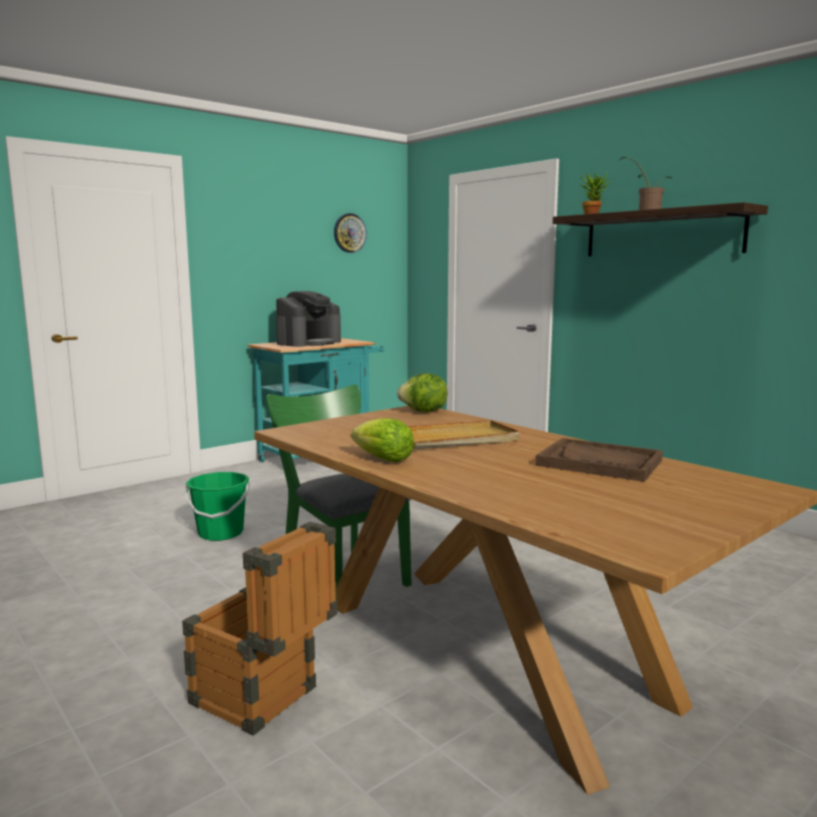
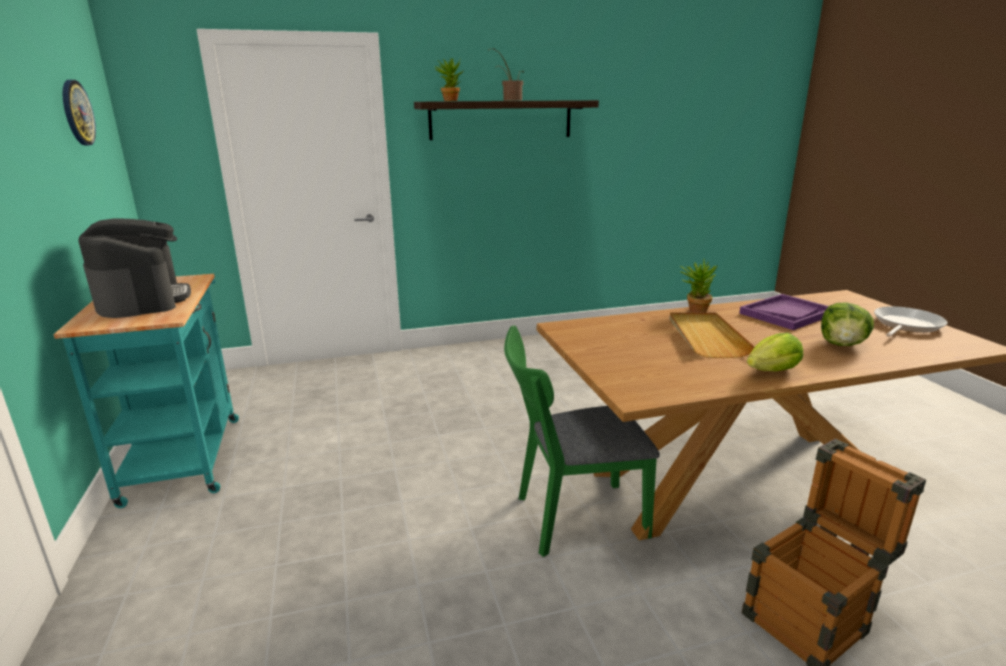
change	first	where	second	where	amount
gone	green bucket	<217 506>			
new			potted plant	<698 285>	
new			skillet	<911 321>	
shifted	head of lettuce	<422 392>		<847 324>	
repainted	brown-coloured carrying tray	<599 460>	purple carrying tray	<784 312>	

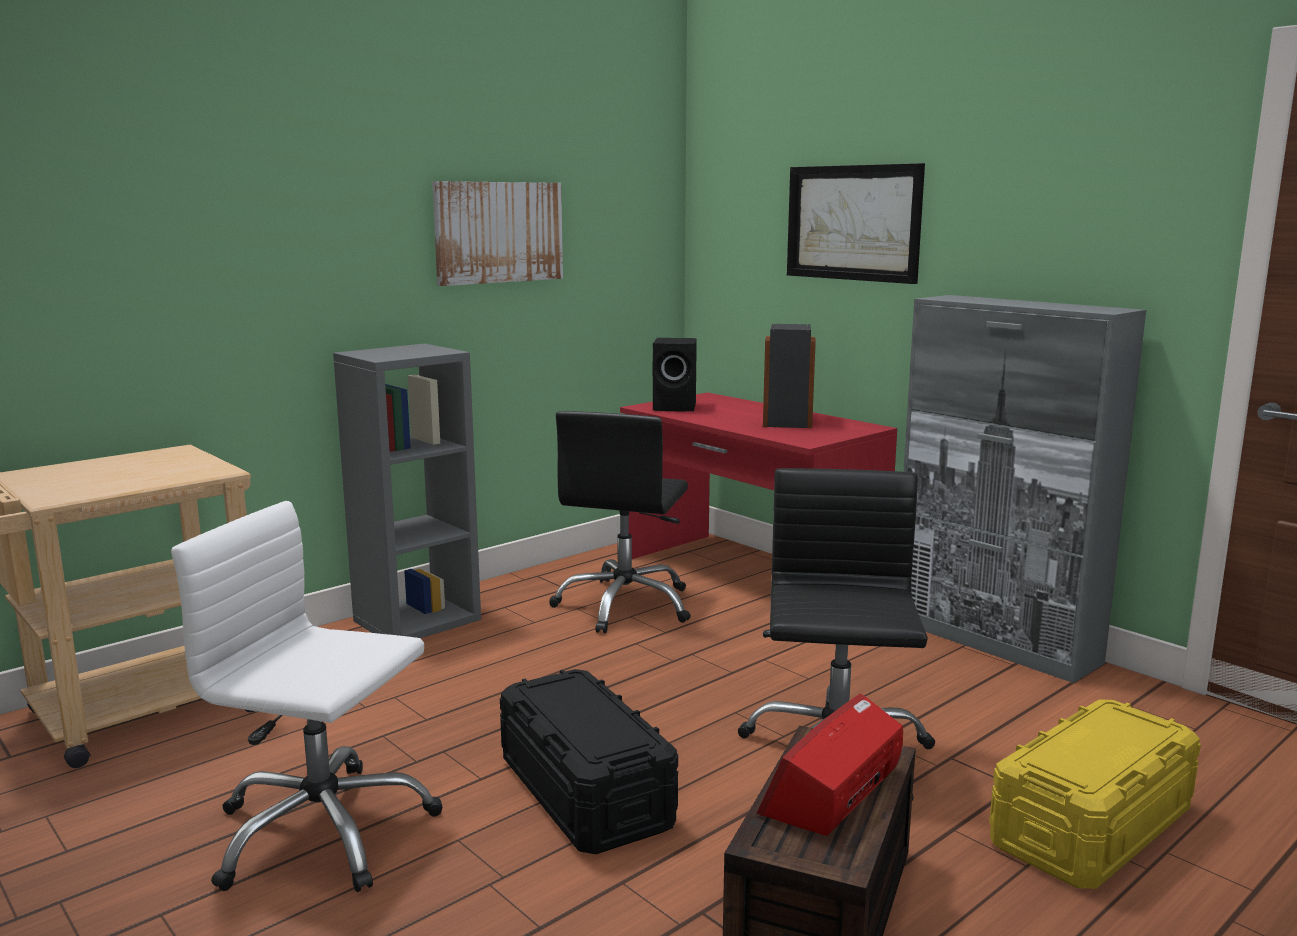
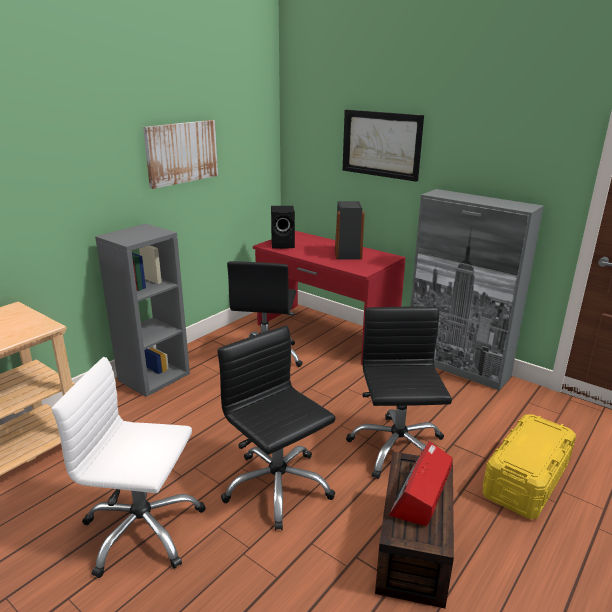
change	first	where	second	where	amount
swapped	black storage box	<589 761>	black desk chair	<276 427>	

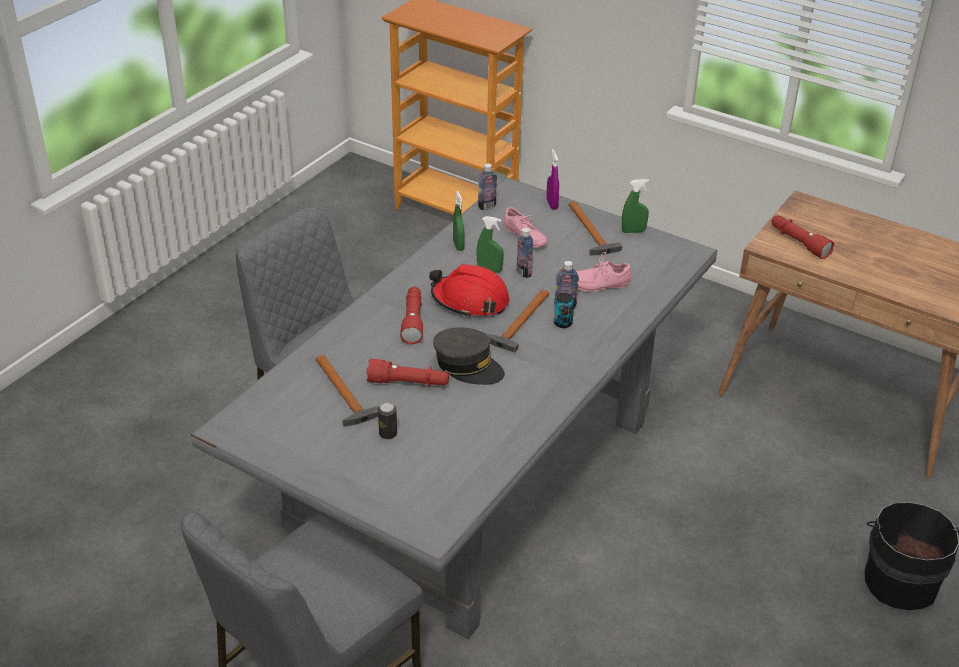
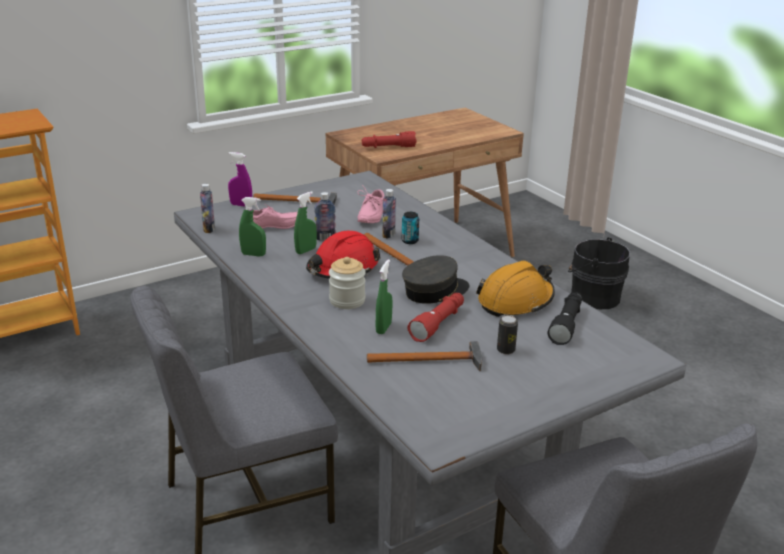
change	first	where	second	where	amount
new			orangey work helmet	<515 289>	
new			black hand torch	<565 318>	
shifted	green spray bottle	<635 206>		<384 296>	
swapped	red hand torch	<411 316>	jar	<347 283>	

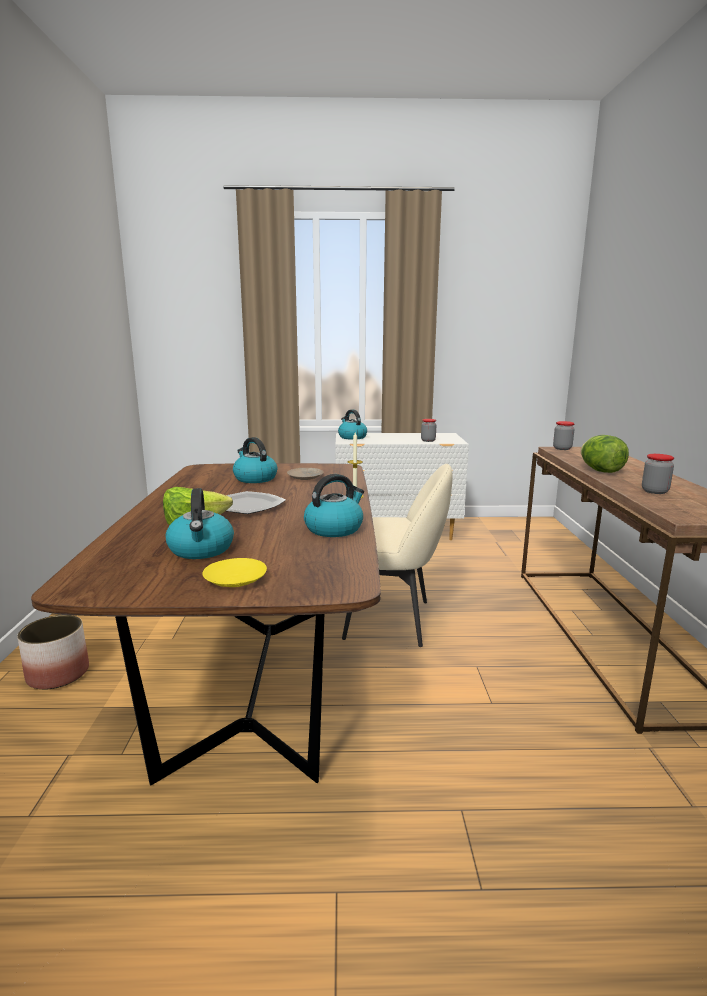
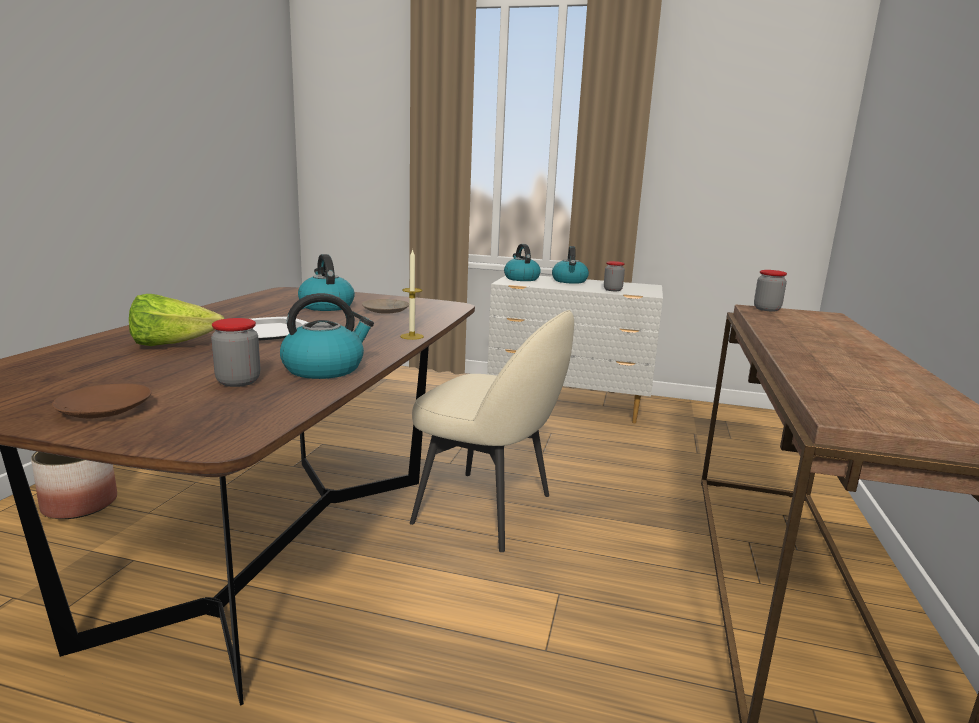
change	first	where	second	where	amount
gone	head of lettuce	<605 454>			
shifted	tea kettle	<200 523>		<570 265>	
shifted	jar	<658 474>		<235 352>	
repainted	yellowish dinner plate	<234 572>	brown-coloured dinner plate	<101 401>	

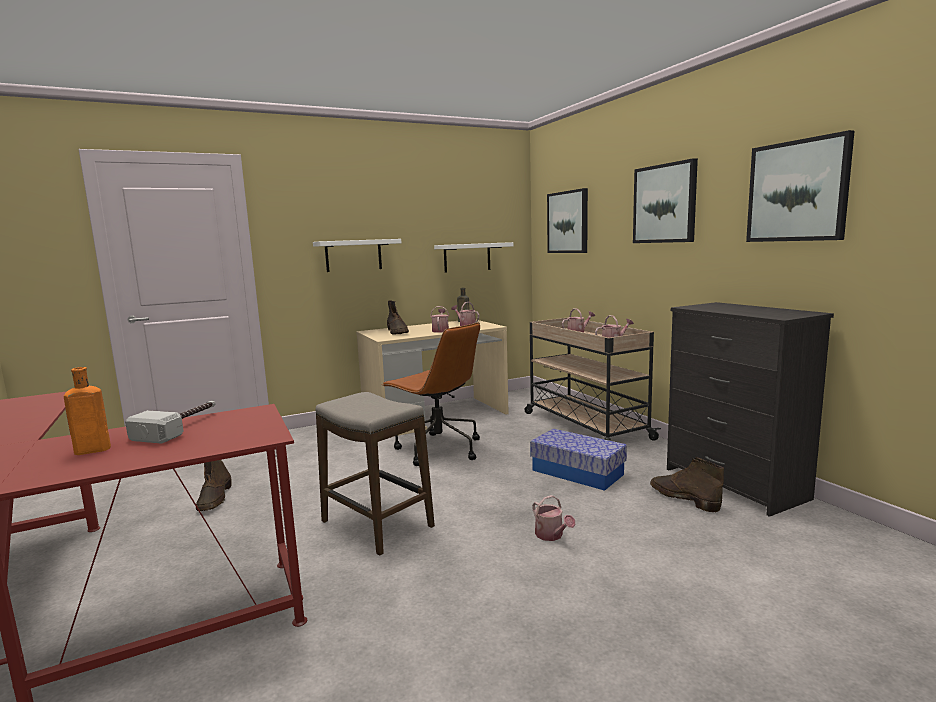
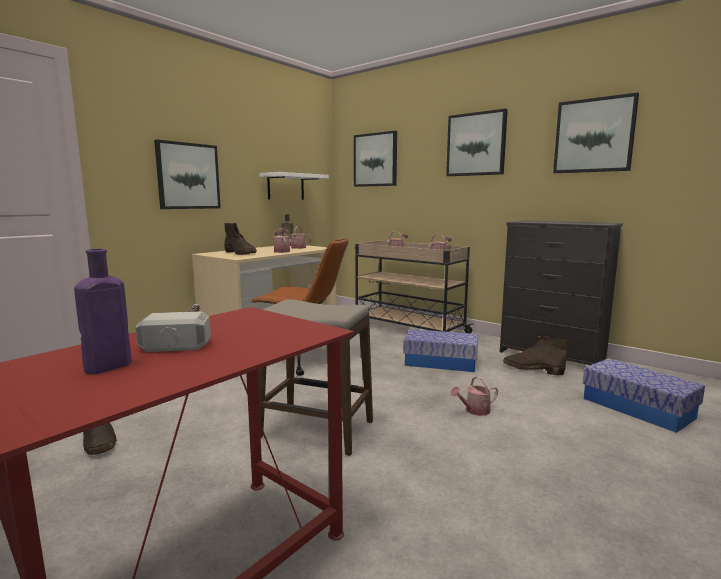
change	first	where	second	where	amount
new			storage box	<644 395>	
swapped	whitish wall shelf	<357 255>	wall picture	<187 174>	
repainted	orangey bottle	<87 411>	purple bottle	<102 311>	
rotated	sprinkling can	<553 518>		<474 396>	120 degrees clockwise

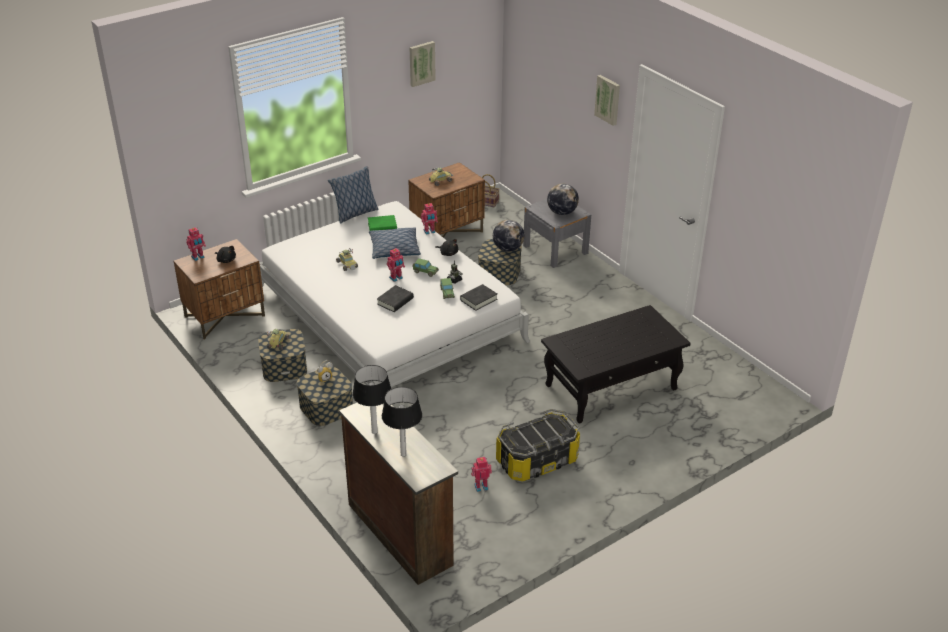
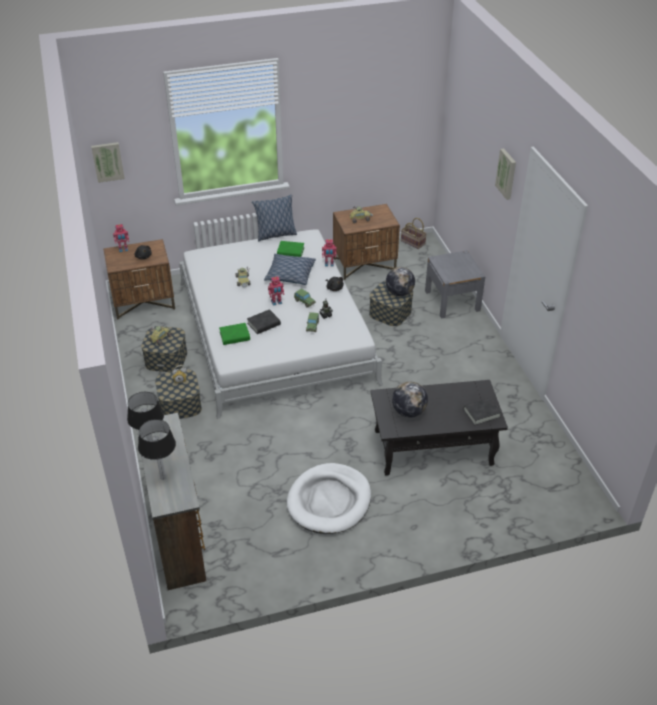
change	first	where	second	where	amount
gone	robot figure	<481 474>			
new			green book	<234 334>	
shifted	wall picture	<422 64>		<108 162>	
shifted	black book	<478 297>		<482 411>	
shifted	globe	<563 199>		<410 399>	
swapped	storage box	<538 445>	whitish dog cushion	<329 498>	

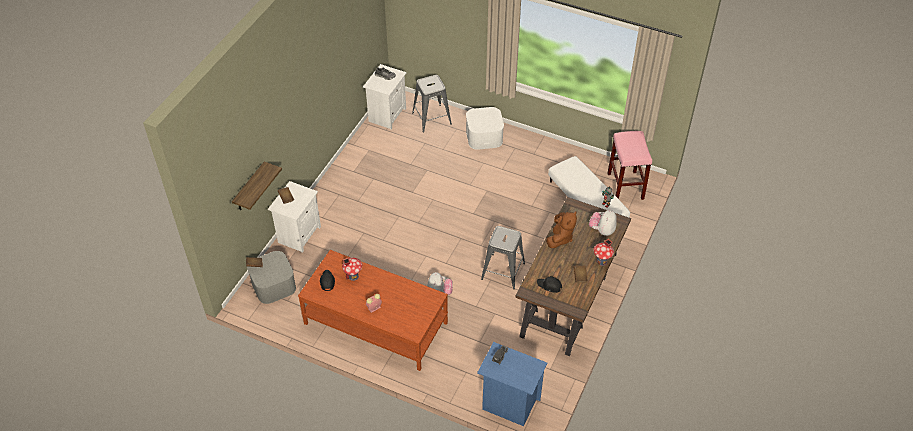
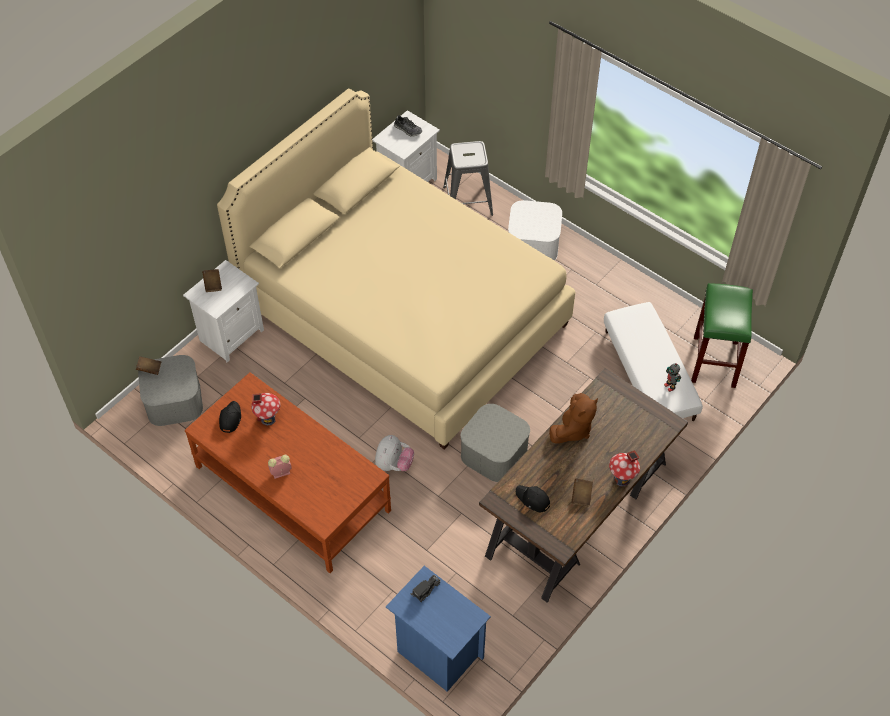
change	first	where	second	where	amount
gone	wall shelf	<257 185>			
gone	cuddly toy	<603 223>			
new			beige-coloured bedroom bed	<396 269>	
swapped	greyish stool seat	<503 257>	greyish storage box	<495 443>	
repainted	pinkish stool seat	<629 165>	green stool seat	<722 335>	

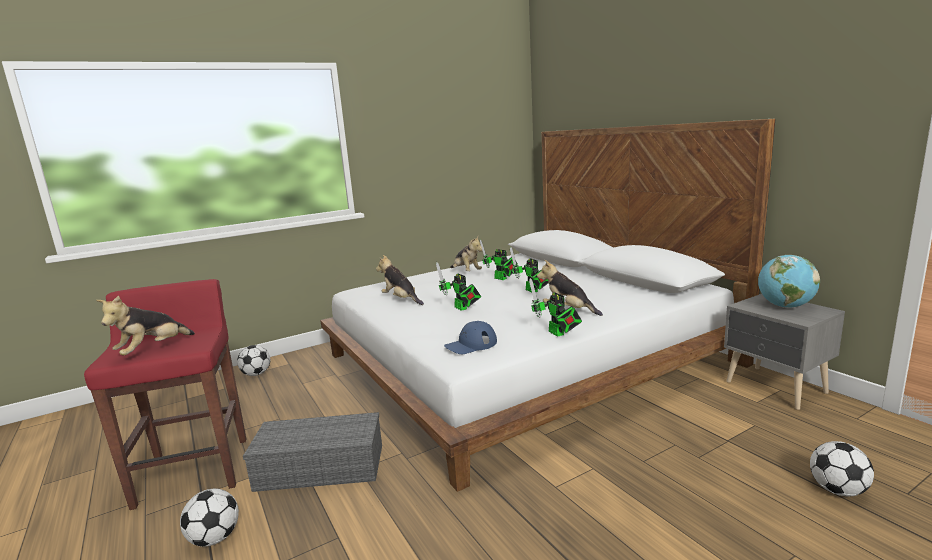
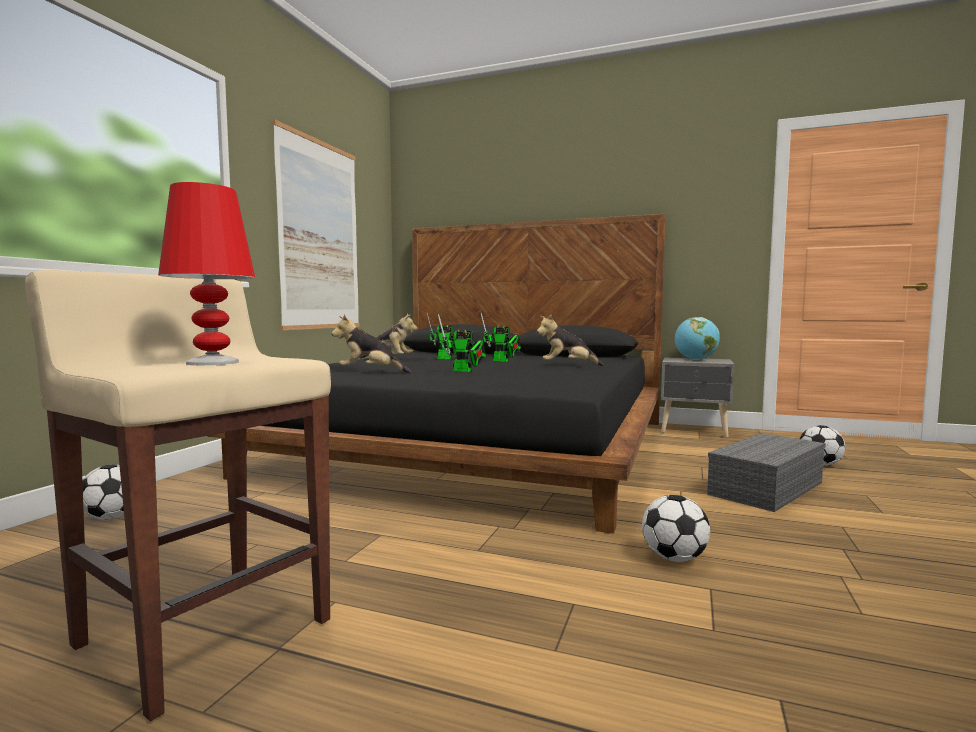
change	first	where	second	where	amount
gone	bluish cap	<470 337>			
gone	robot figure	<555 307>			
new			wall picture	<316 225>	
shifted	football ball	<209 518>		<676 528>	
shifted	greyish storage box	<312 452>		<766 472>	
swapped	cuddly toy	<145 325>	red table lamp	<206 273>	
repainted	red stool seat	<165 394>	beige-coloured stool seat	<178 495>	
repainted	whitish bedroom bed	<547 305>	black bedroom bed	<436 374>	

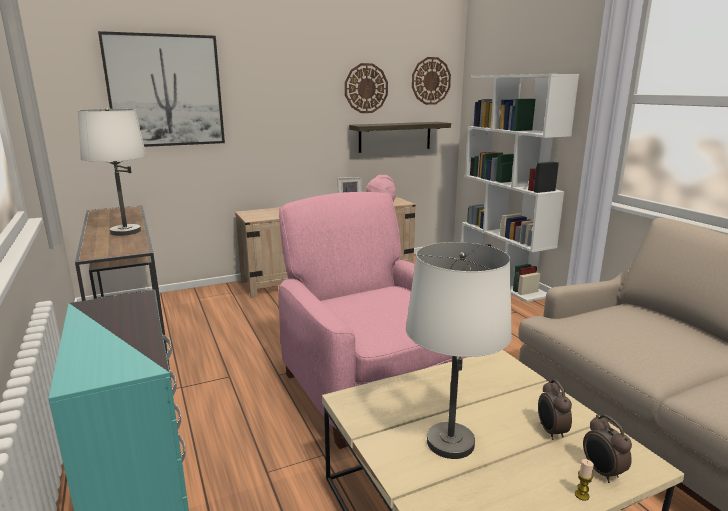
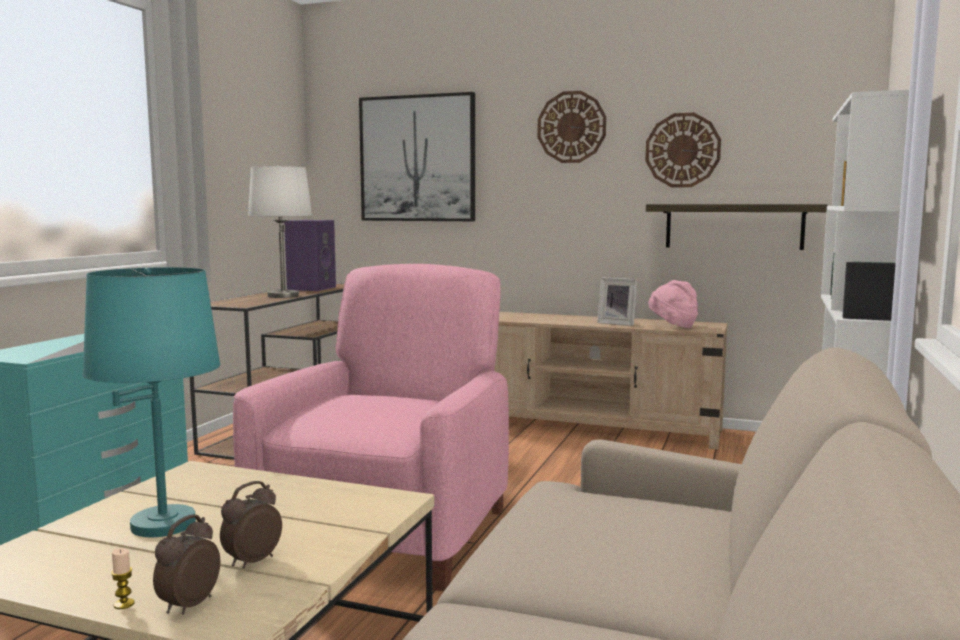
change	first	where	second	where	amount
new			purple speaker	<310 255>	
shifted	wall clock	<431 81>		<571 127>	
repainted	whitish table lamp	<459 350>	turquoise-coloured table lamp	<151 402>	

